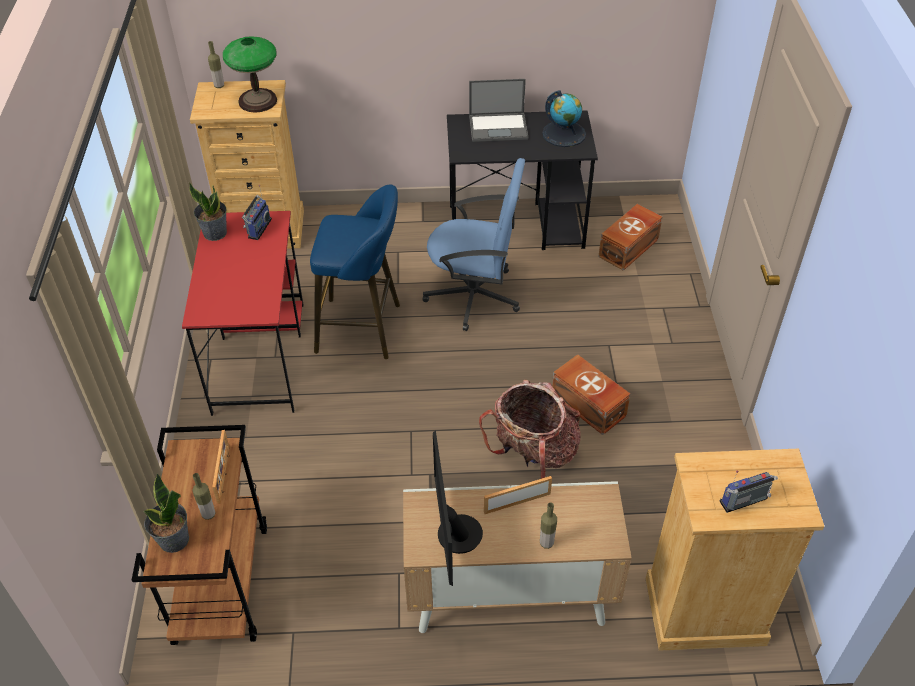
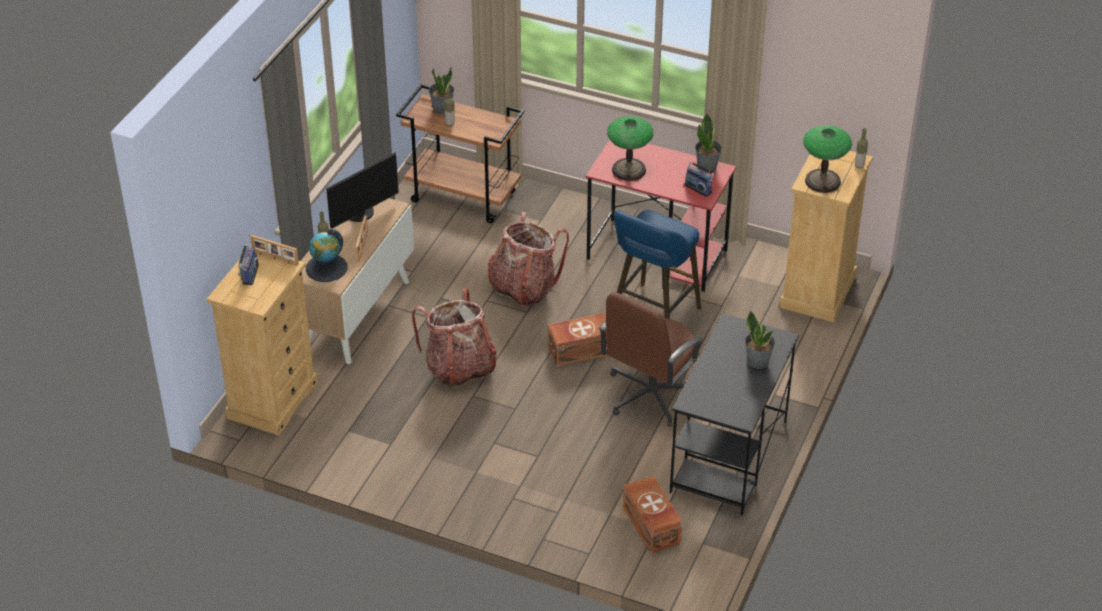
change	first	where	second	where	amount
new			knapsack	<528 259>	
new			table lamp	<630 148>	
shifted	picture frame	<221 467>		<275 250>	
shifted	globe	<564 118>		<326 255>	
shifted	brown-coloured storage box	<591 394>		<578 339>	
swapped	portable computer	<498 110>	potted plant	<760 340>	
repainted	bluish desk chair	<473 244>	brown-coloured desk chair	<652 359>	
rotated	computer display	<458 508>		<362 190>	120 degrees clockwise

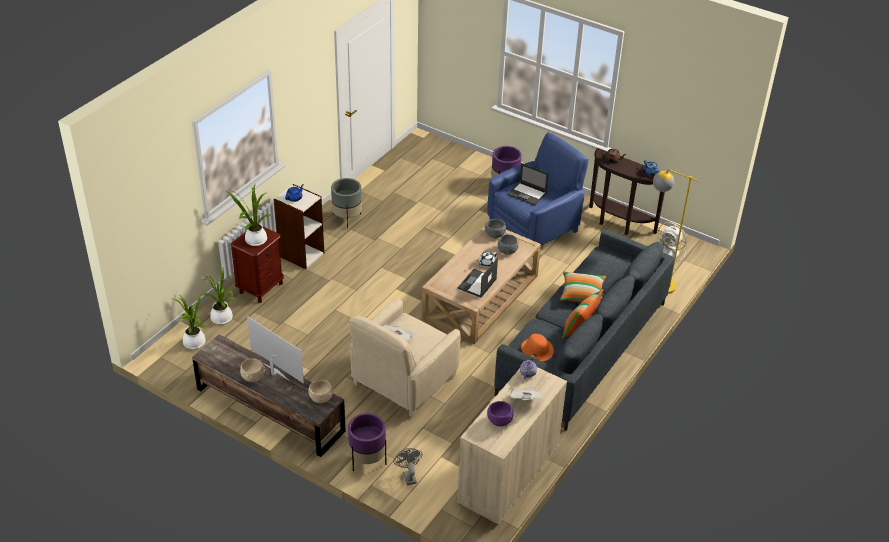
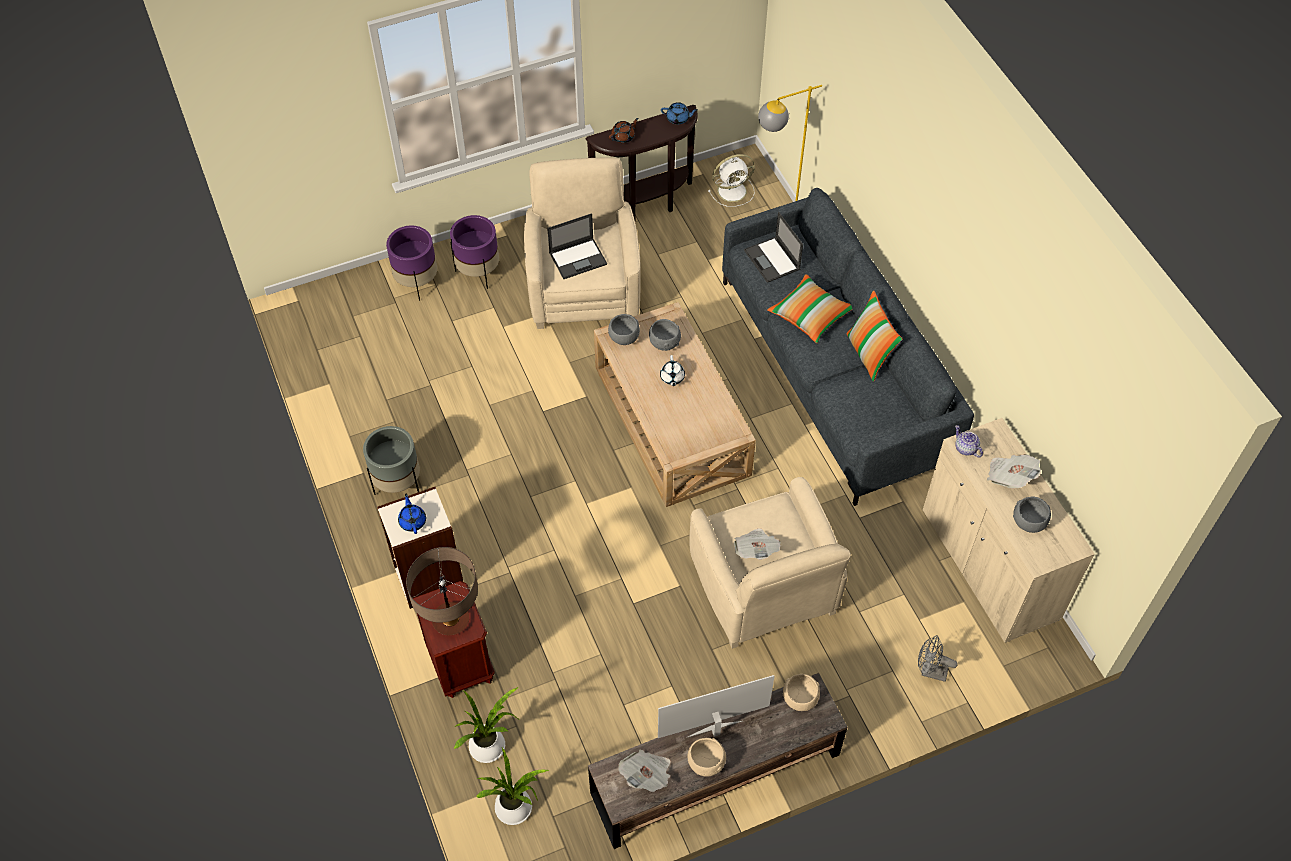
change	first	where	second	where	amount
gone	orangey wearable hat	<537 347>			
new			daily paper	<644 771>	
shifted	purple planter	<367 442>		<411 263>	
shifted	portable computer	<478 277>		<773 247>	
swapped	potted plant	<250 215>	table lamp	<442 591>	
repainted	bluish easy chair	<538 188>	beige-coloured easy chair	<582 243>	
repainted	purple bowl	<500 413>	greyish bowl	<1032 514>	

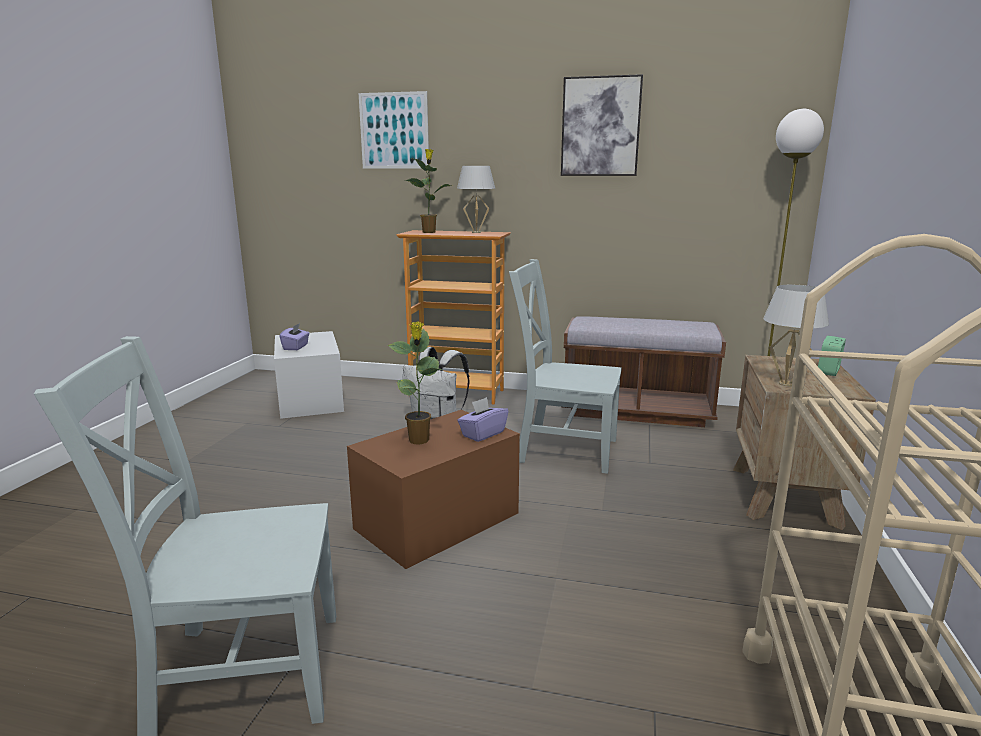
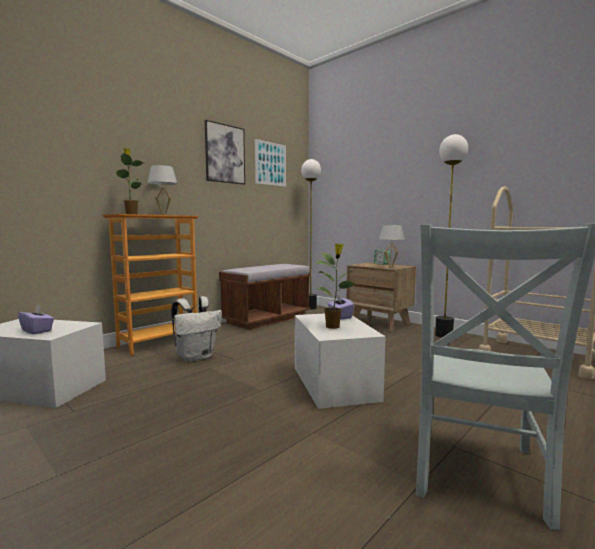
change	first	where	second	where	amount
gone	greyish plain chair	<565 366>			
new			standing lamp	<451 236>	
shifted	wall picture	<394 130>		<270 163>	
repainted	brown-coloured storage box	<433 489>	whitish storage box	<340 361>	

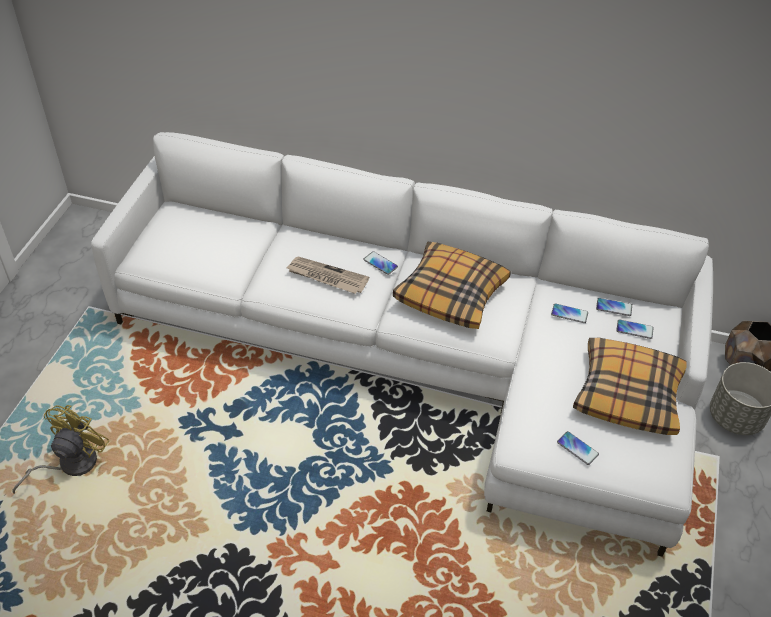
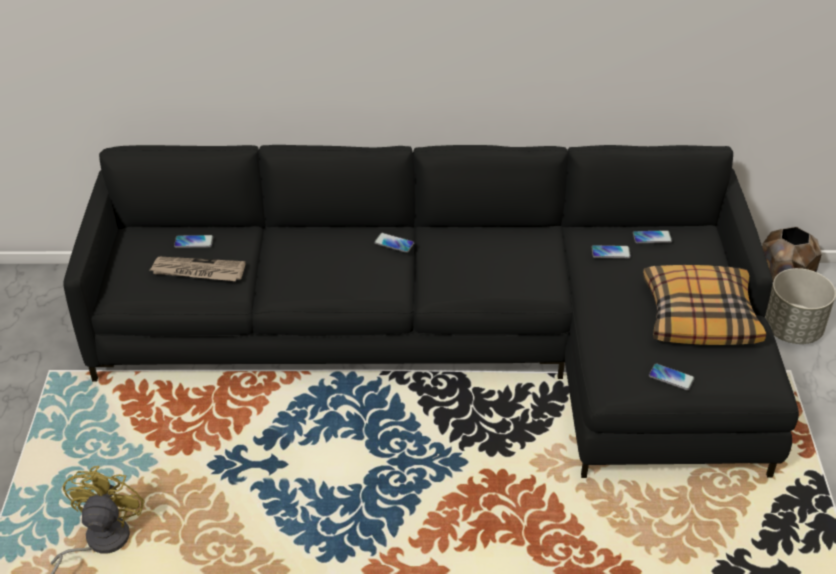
change	first	where	second	where	amount
gone	cushion	<452 285>			
shifted	daily paper	<327 275>		<198 269>	
shifted	handset	<635 329>		<193 241>	
repainted	whitish couch	<402 344>	black couch	<431 311>	

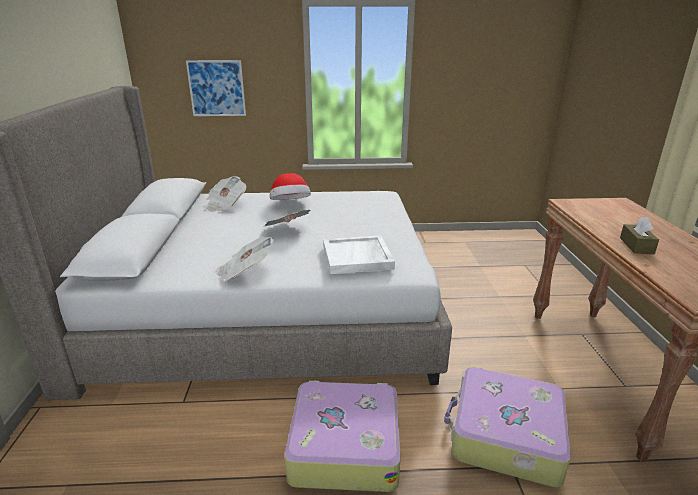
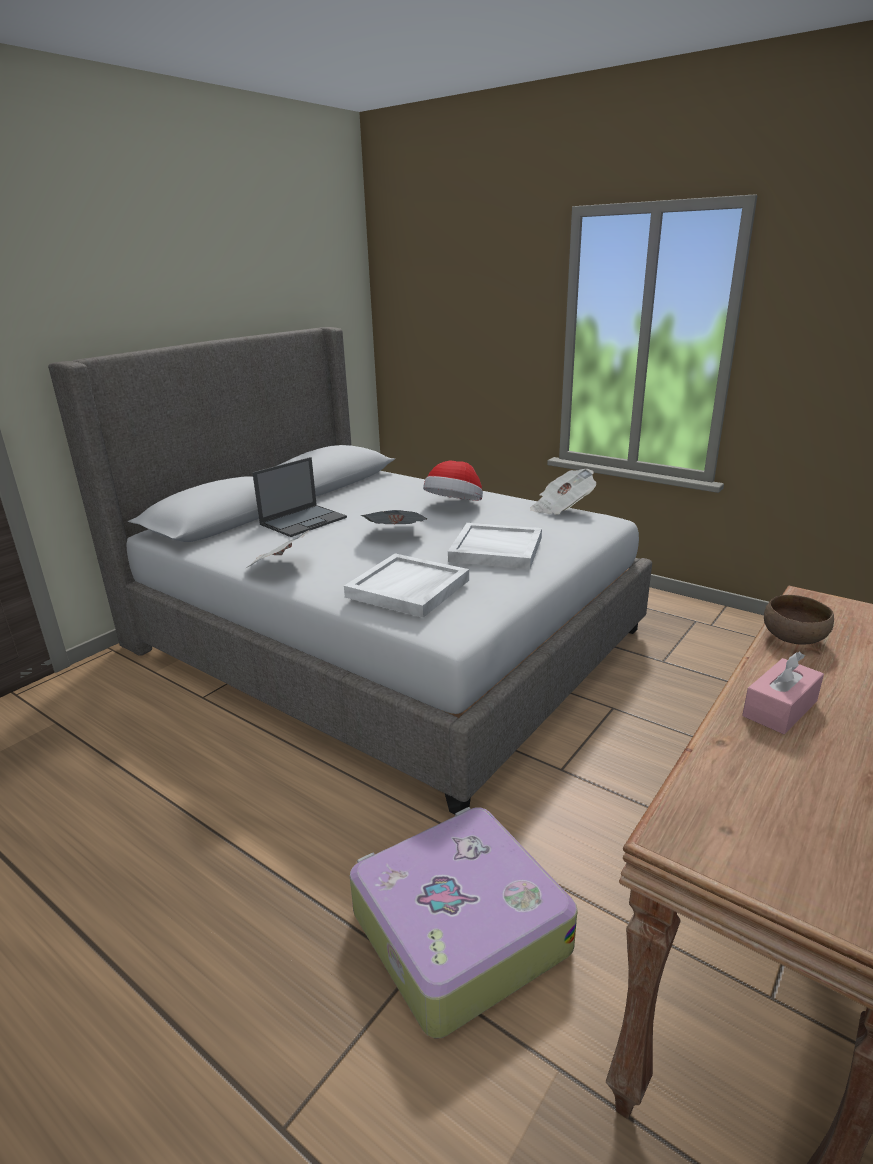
change	first	where	second	where	amount
gone	wall picture	<216 88>			
gone	piece of luggage	<343 436>			
new			portable computer	<299 497>	
new			whitish carrying tray	<495 546>	
new			brown-coloured bowl	<799 620>	
shifted	daily paper	<225 194>		<563 492>	
repainted	brown-coloured tissue box	<639 235>	pinkish tissue box	<783 692>	

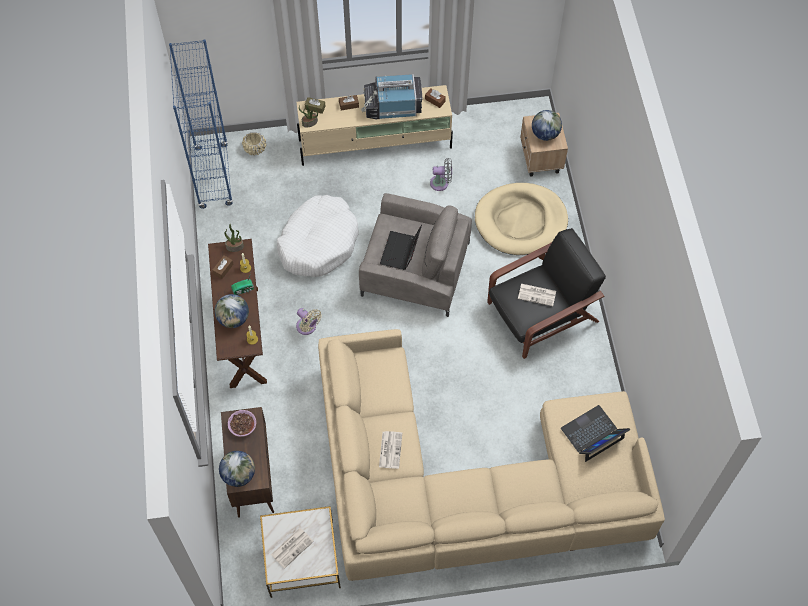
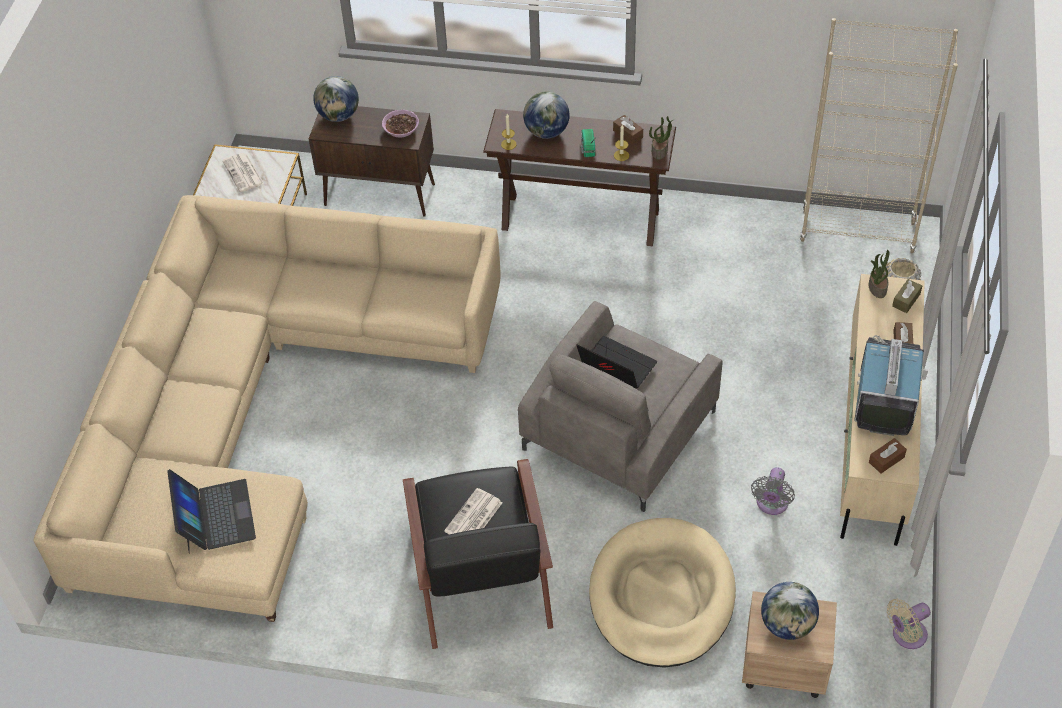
change	first	where	second	where	amount
gone	whitish dog cushion	<317 236>			
gone	daily paper	<390 450>			
shifted	beige-coloured fan	<309 321>		<909 624>	
repainted	bluish shelving unit	<201 124>	beige-coloured shelving unit	<879 135>	

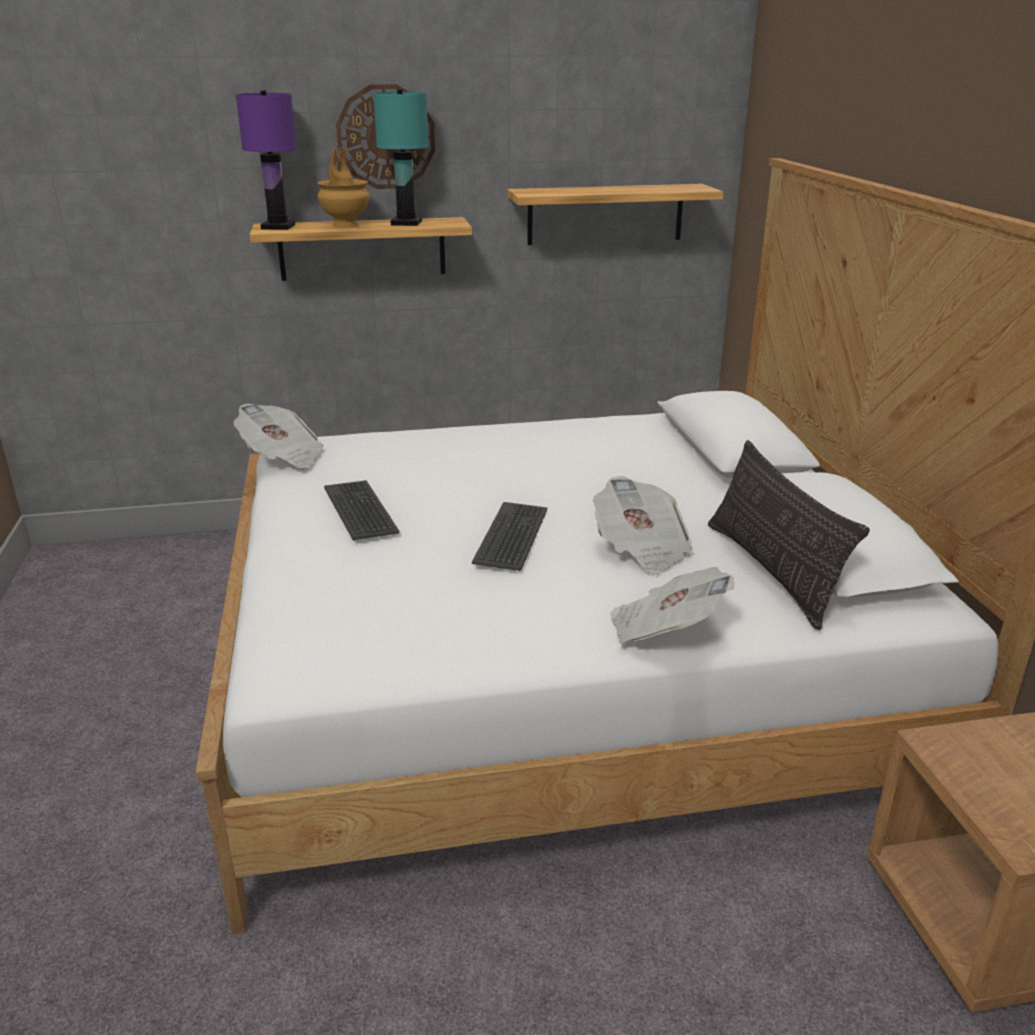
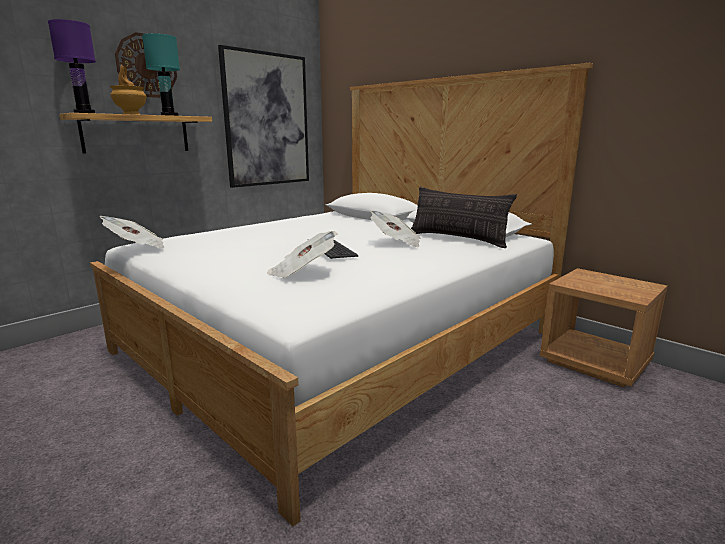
change	first	where	second	where	amount
gone	PC keyboard	<362 510>			
shifted	daily paper	<672 605>		<302 254>	
swapped	wall shelf	<615 214>	wall picture	<263 116>	

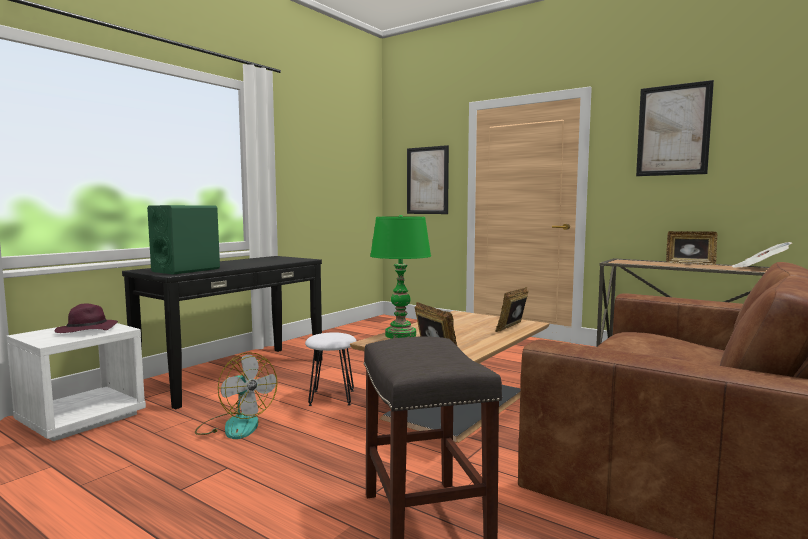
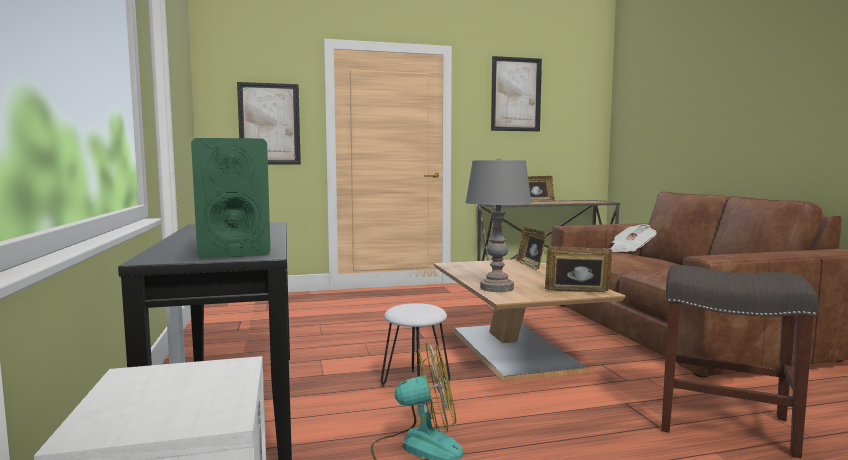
change	first	where	second	where	amount
gone	purple wearable hat	<86 318>			
shifted	daily paper	<761 255>		<634 238>	
repainted	green table lamp	<400 277>	greyish table lamp	<498 225>	

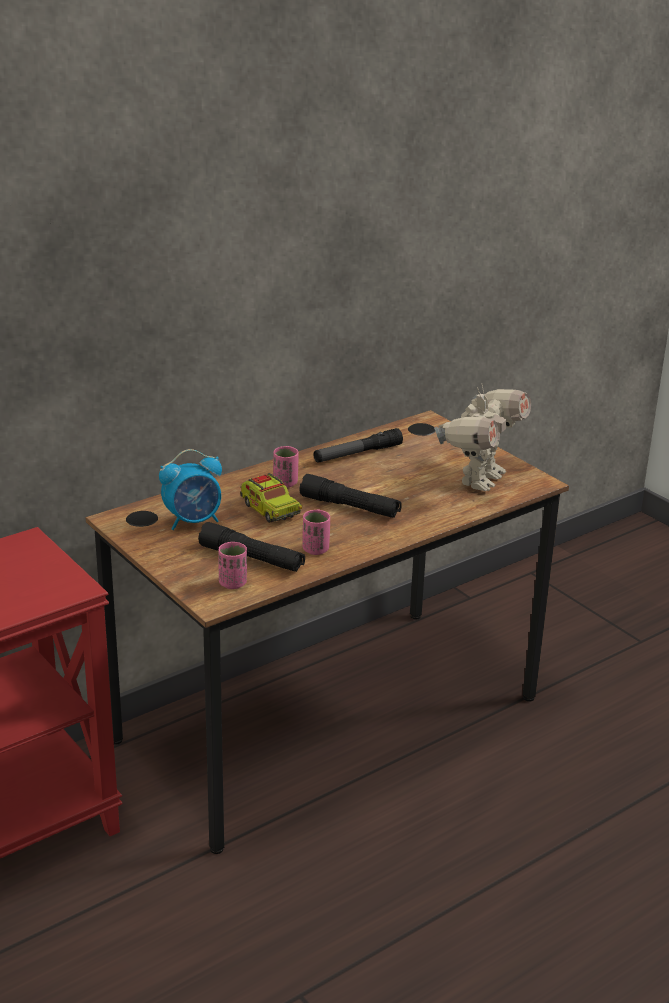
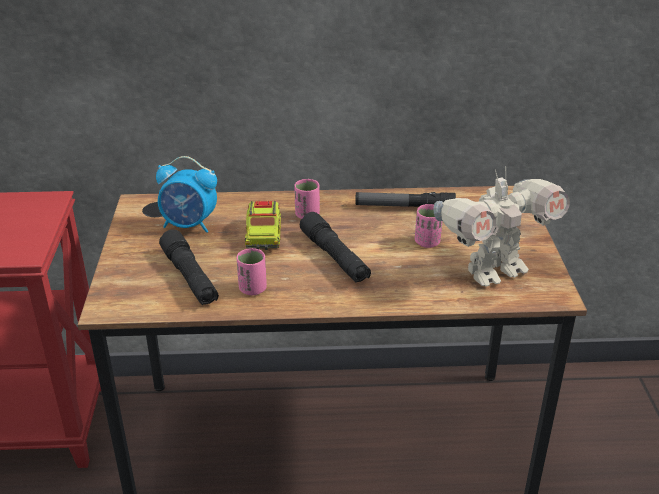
change	first	where	second	where	amount
shifted	pinkish cup	<232 565>		<428 226>	

